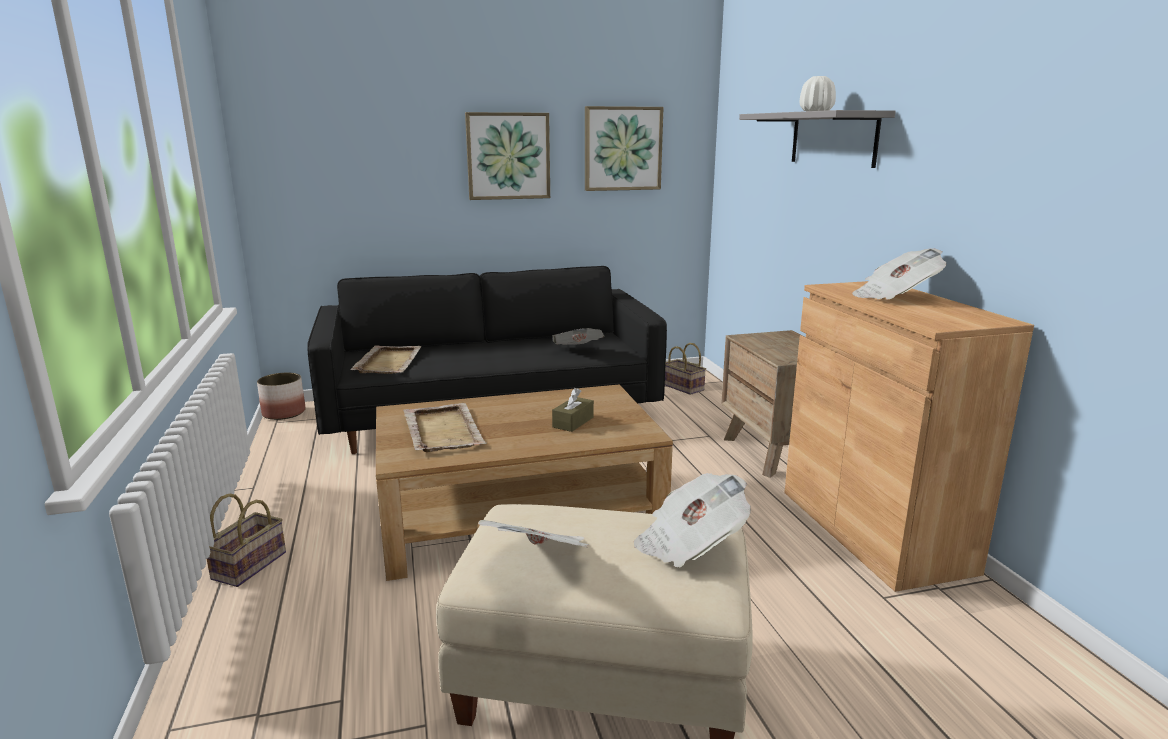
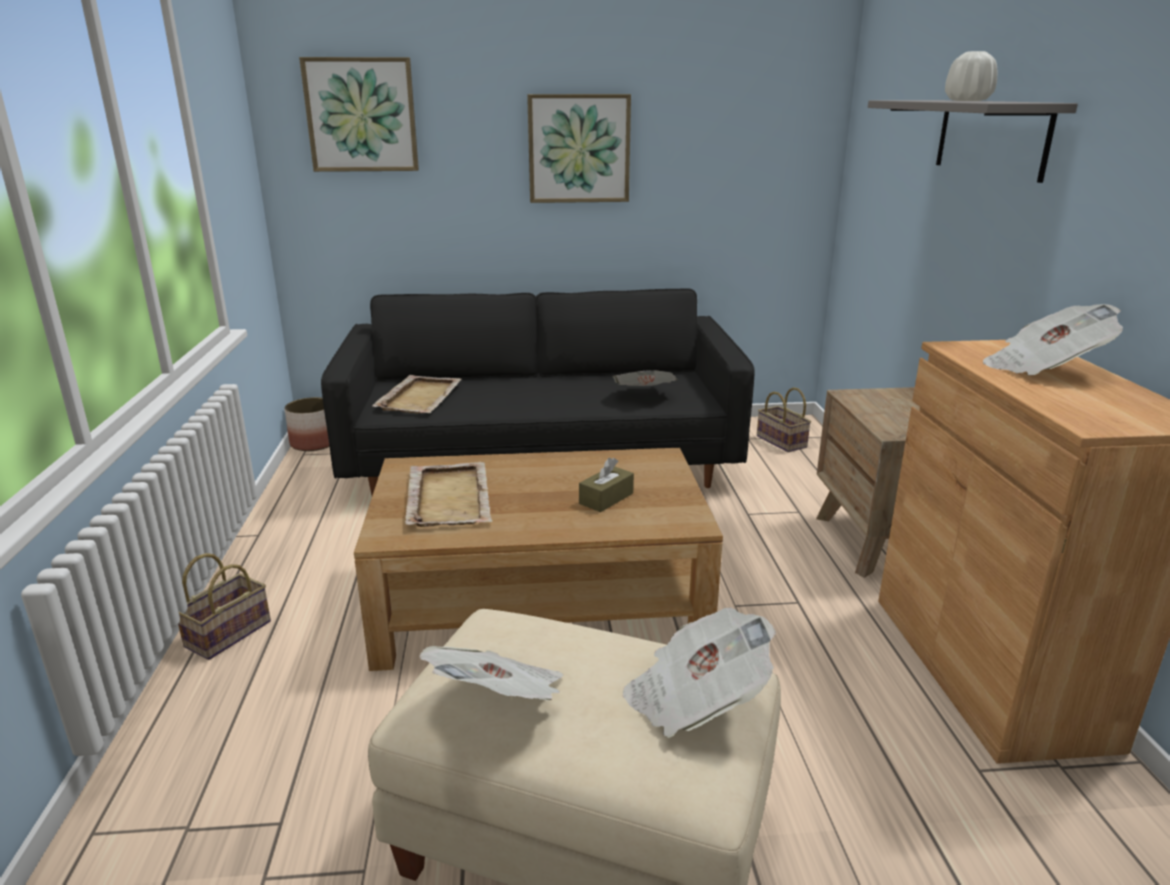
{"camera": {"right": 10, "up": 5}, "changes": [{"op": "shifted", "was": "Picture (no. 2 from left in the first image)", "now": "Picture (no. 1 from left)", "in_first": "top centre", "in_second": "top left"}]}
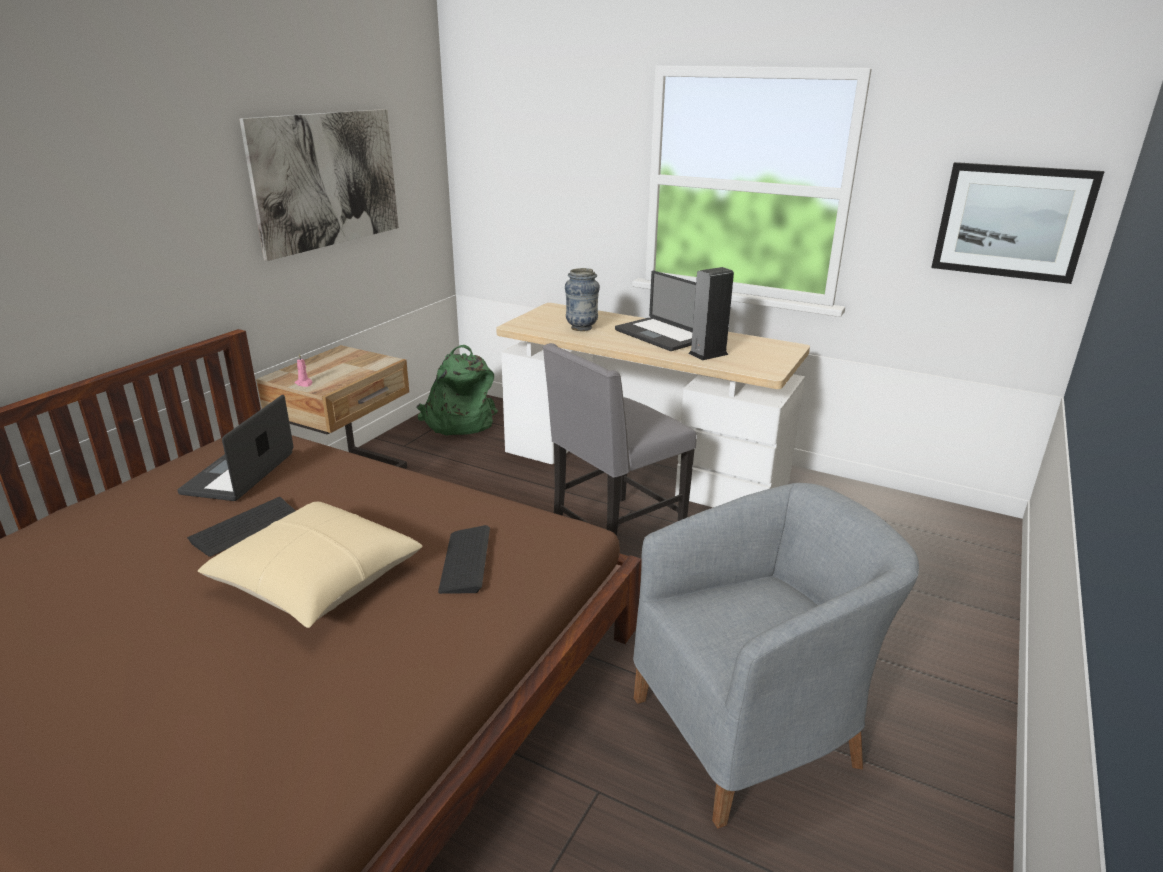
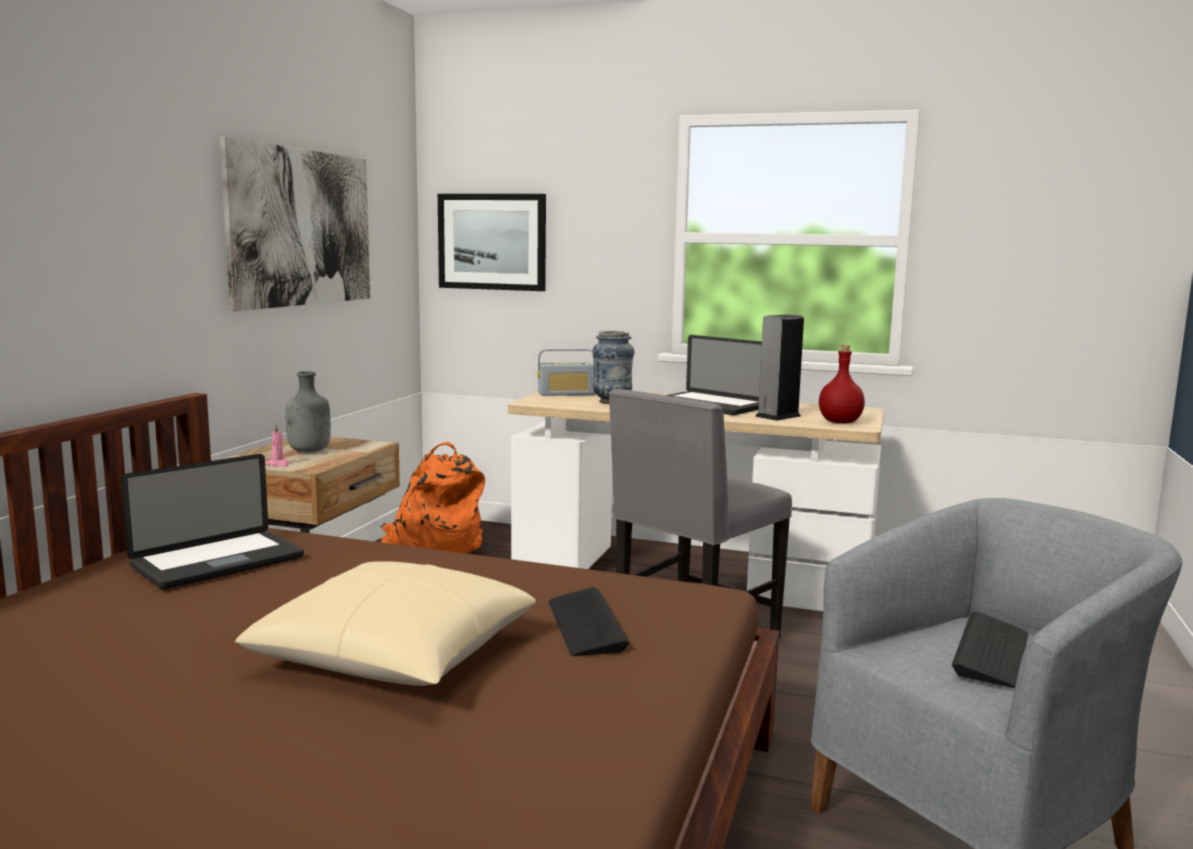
{"camera": {"right": -10, "up": -15}, "changes": [{"op": "shifted", "was": "Picture (no. 2 from left)", "in_first": "top right", "in_second": "top centre"}, {"op": "repainted", "was": "GreenishBackpack", "now": "OrangeBackpack", "in_first": "centre", "in_second": "centre"}, {"op": "rotated", "was": "Laptop (no. 1 from left)", "in_first": "middle left", "in_second": "middle left", "clockwise": -135}, {"op": "shifted", "was": "ComputerKeyboard (no. 1 from left in the first image)", "now": "ComputerKeyboard (no. 2 from left)", "in_first": "middle left", "in_second": "bottom right"}, {"op": "new", "now": "ReddishDrinkBottle", "in_second": "middle right"}, {"op": "new", "now": "RadioSet", "in_second": "centre"}, {"op": "new", "now": "GrayDrinkBottle", "in_second": "middle left"}]}
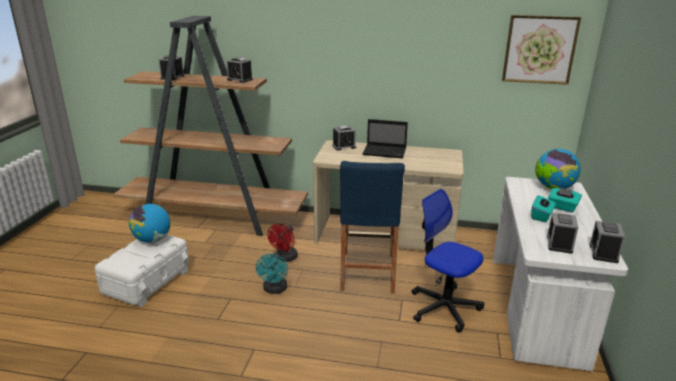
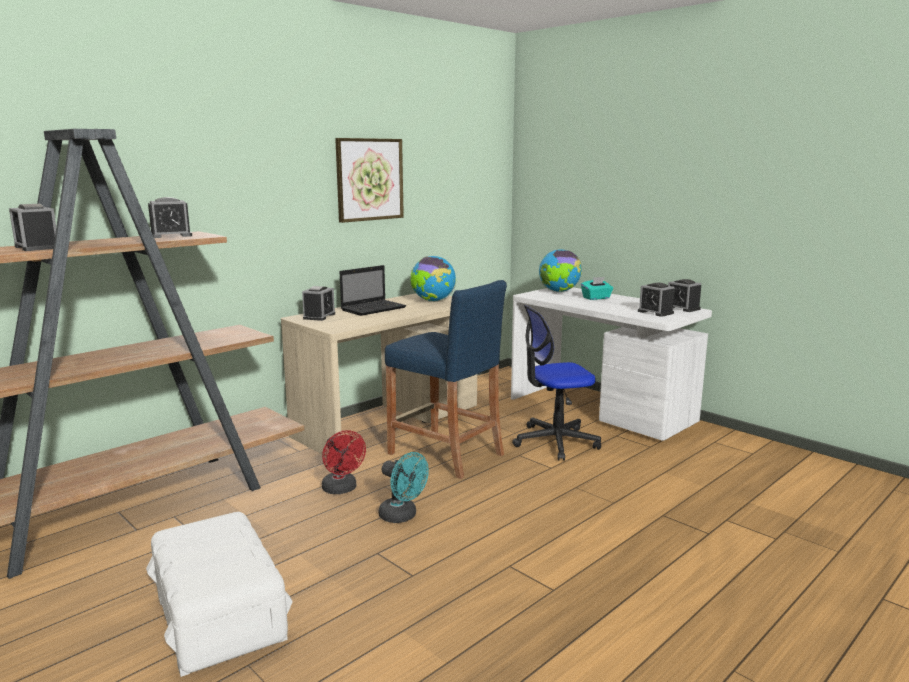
{"camera": {"right": -55, "up": -10}, "changes": [{"op": "shifted", "was": "Picture", "in_first": "top right", "in_second": "top centre"}, {"op": "gone", "was": "TurquoiseTissueBox (no. 1 from left)", "in_first": "middle right"}, {"op": "shifted", "was": "Globe (no. 1 from left)", "in_first": "middle left", "in_second": "centre"}]}
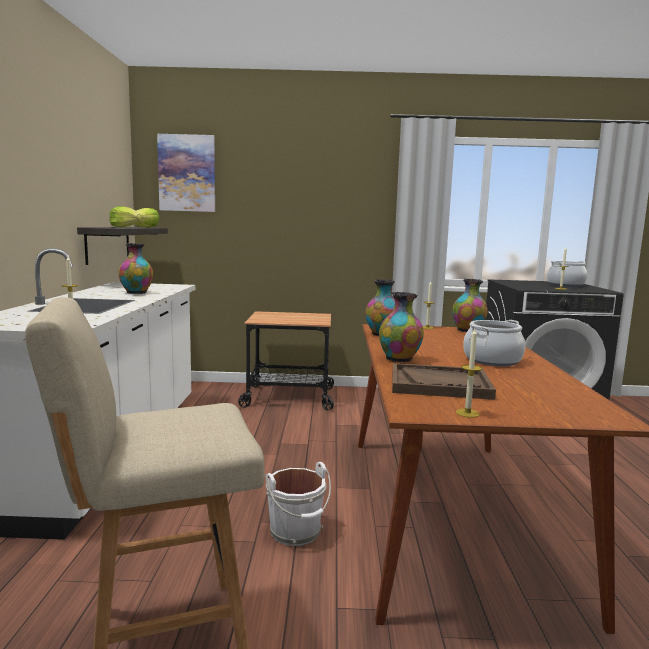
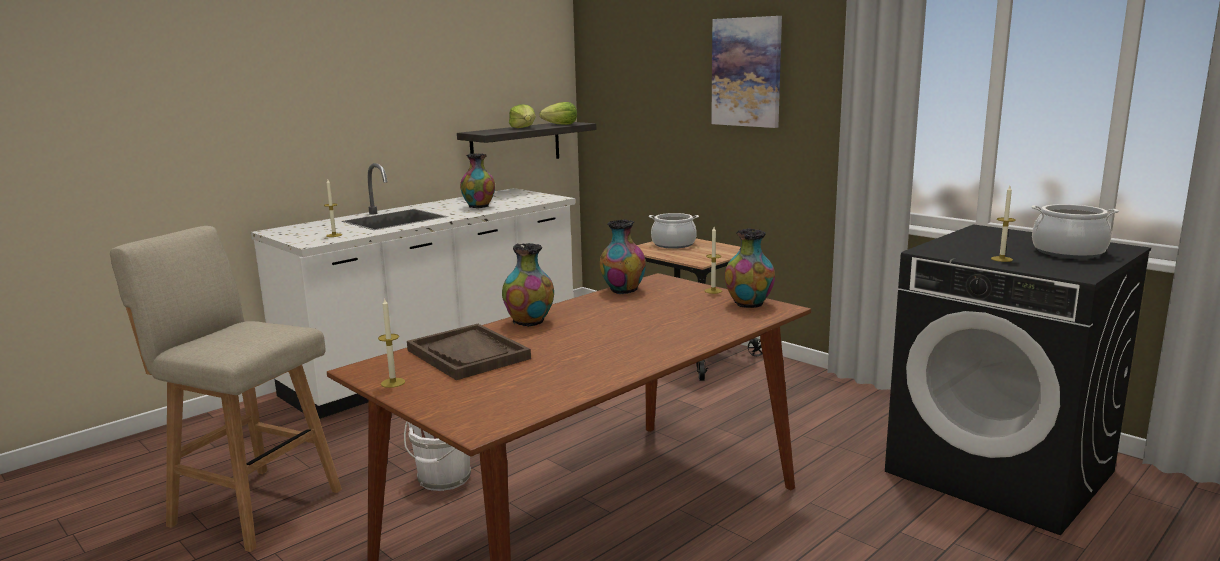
{"camera": {"right": 45, "up": 5}, "changes": [{"op": "shifted", "was": "Picture", "in_first": "top left", "in_second": "top centre"}, {"op": "shifted", "was": "Stockpot (no. 1 from left)", "in_first": "middle right", "in_second": "centre"}]}
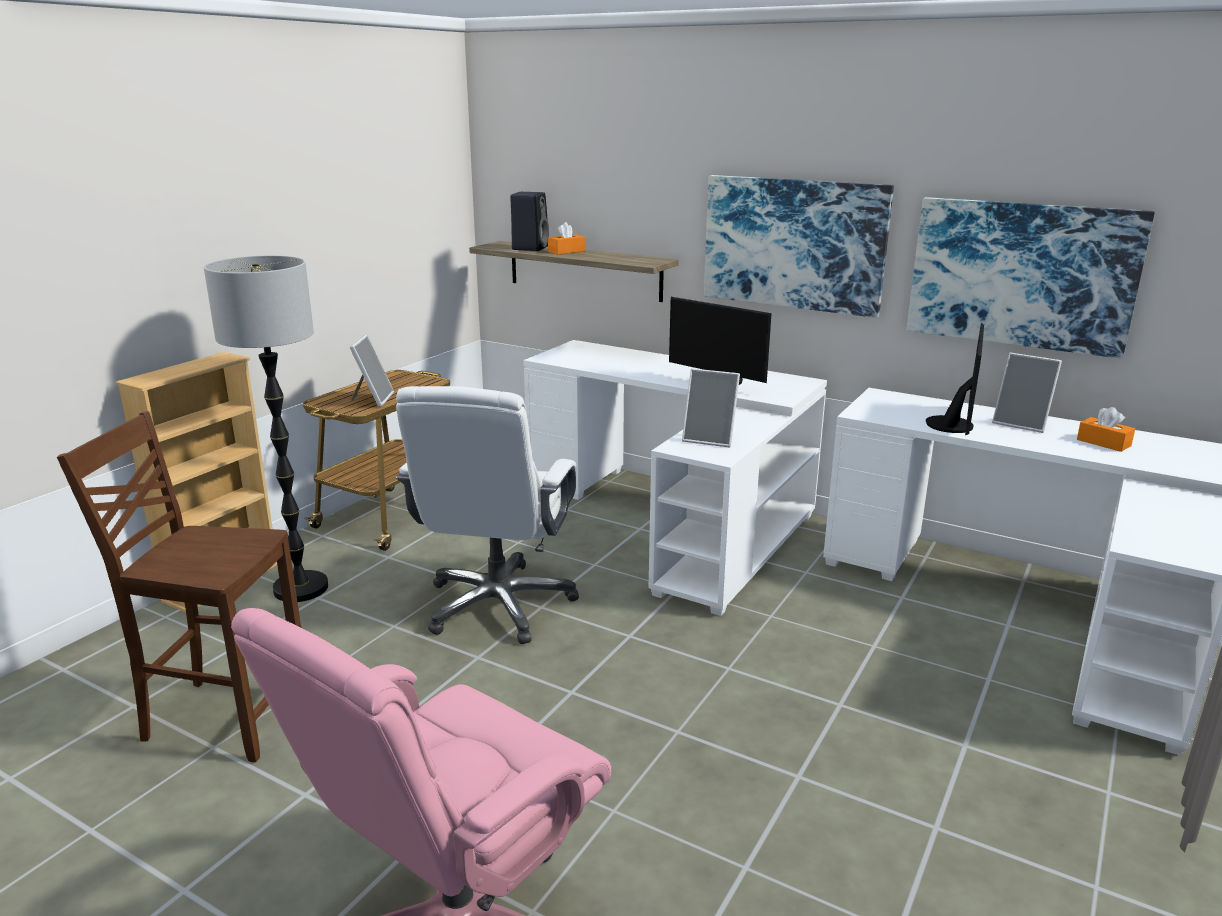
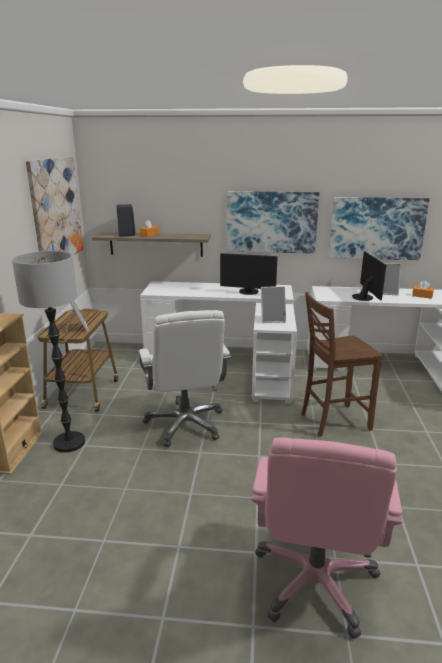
{"camera": {"right": -25, "up": 0}, "changes": [{"op": "shifted", "was": "BrownUprightChair", "in_first": "middle left", "in_second": "middle right"}, {"op": "new", "now": "Picture (no. 1 from left)", "in_second": "top left"}]}
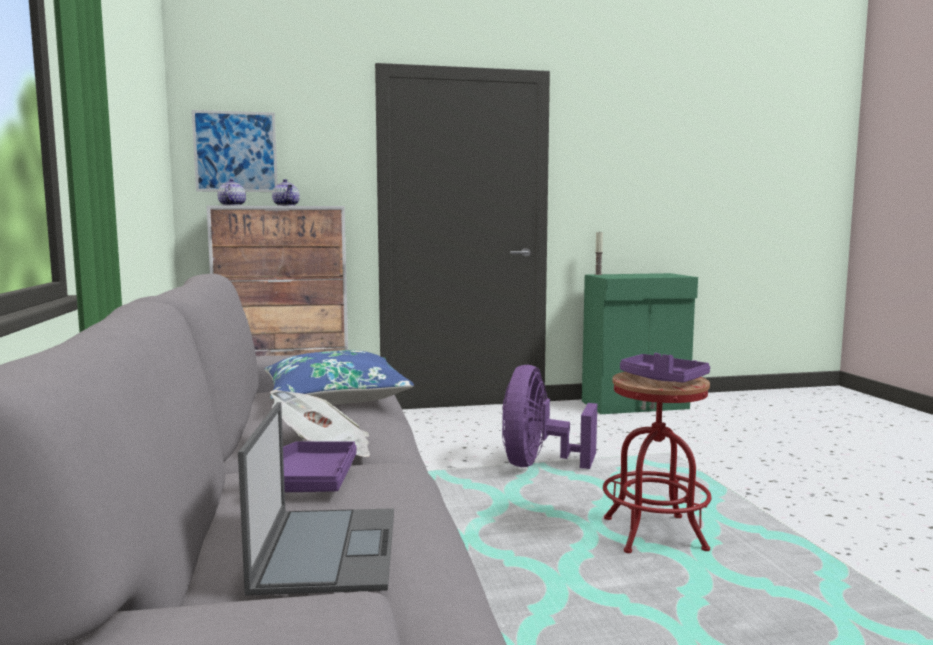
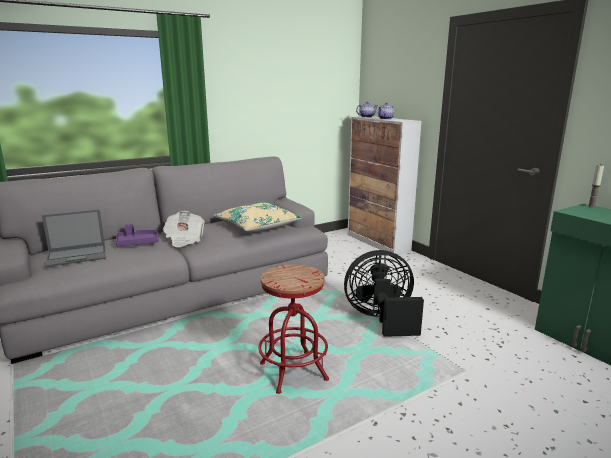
{"camera": {"right": 70, "up": 10}, "changes": [{"op": "gone", "was": "Picture", "in_first": "top left"}, {"op": "repainted", "was": "BlueColouredThrowPillow", "now": "SandColouredThrowPillow", "in_first": "centre", "in_second": "centre"}, {"op": "gone", "was": "PurpleCarryingTray (no. 2 from left)", "in_first": "middle right"}, {"op": "repainted", "was": "PurpleFan", "now": "BlackishFan", "in_first": "centre", "in_second": "centre"}]}
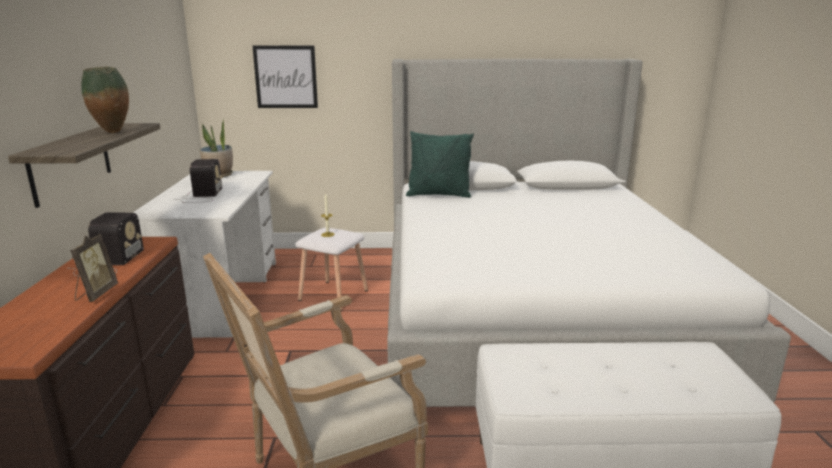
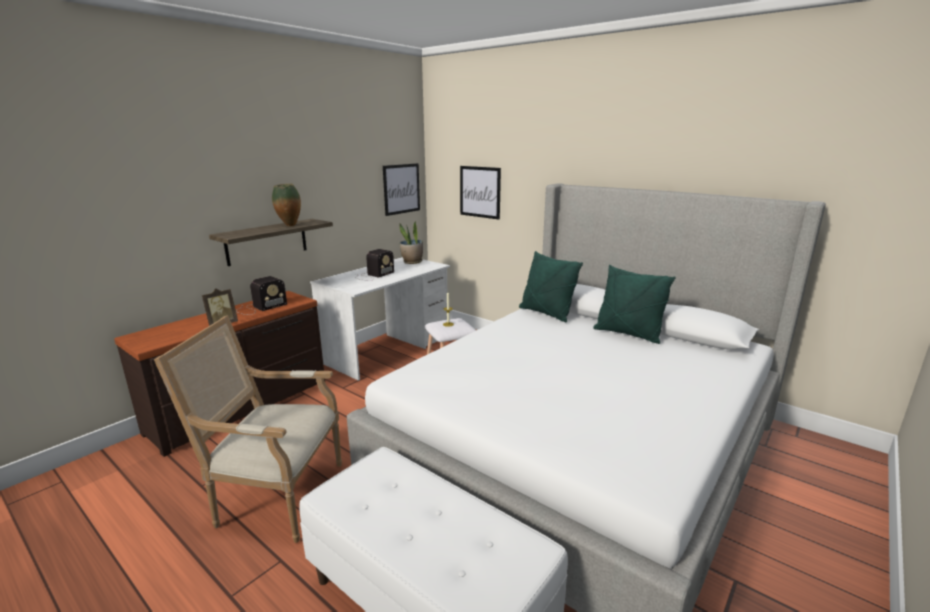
{"camera": {"right": 40, "up": 0}, "changes": [{"op": "new", "now": "Picture (no. 1 from left)", "in_second": "top centre"}, {"op": "new", "now": "GreenishThrowPillow (no. 2 from left)", "in_second": "middle right"}]}
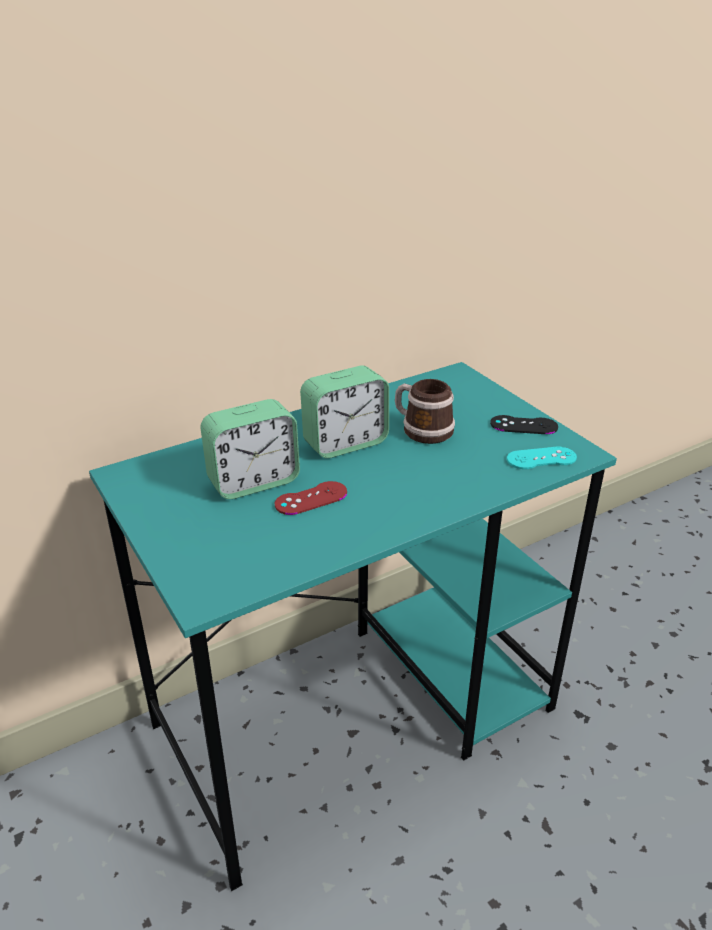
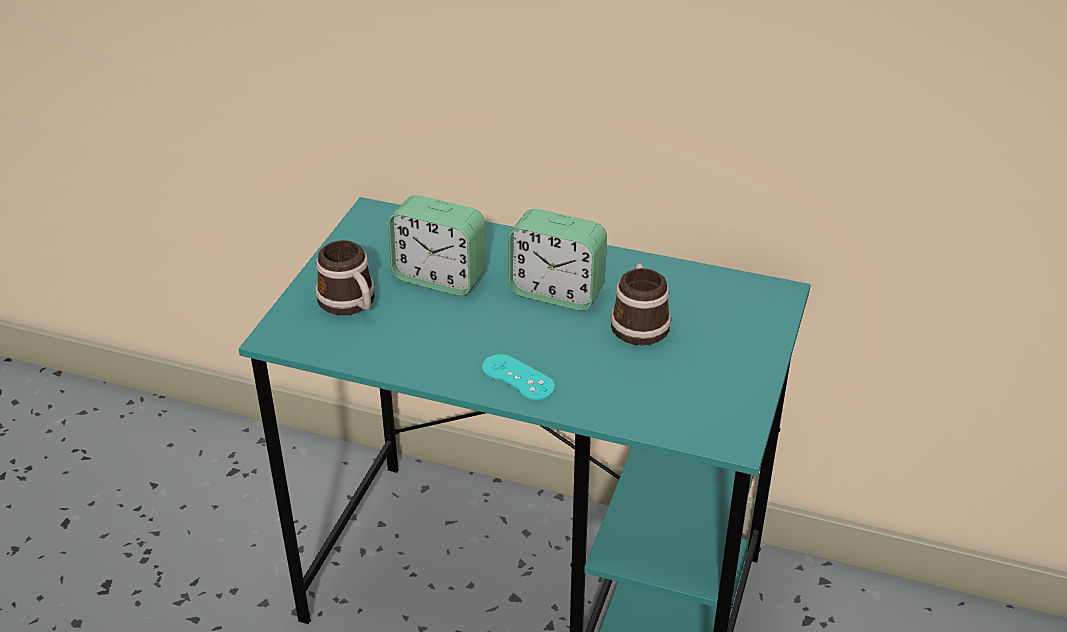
{"camera": {"right": 50, "up": 5}, "changes": [{"op": "gone", "was": "BlackishGameController", "in_first": "middle right"}, {"op": "shifted", "was": "TurquoiseGameController", "in_first": "middle right", "in_second": "centre"}, {"op": "gone", "was": "ReddishGameController", "in_first": "centre"}, {"op": "new", "now": "TeaMug (no. 1 from left)", "in_second": "middle left"}]}
